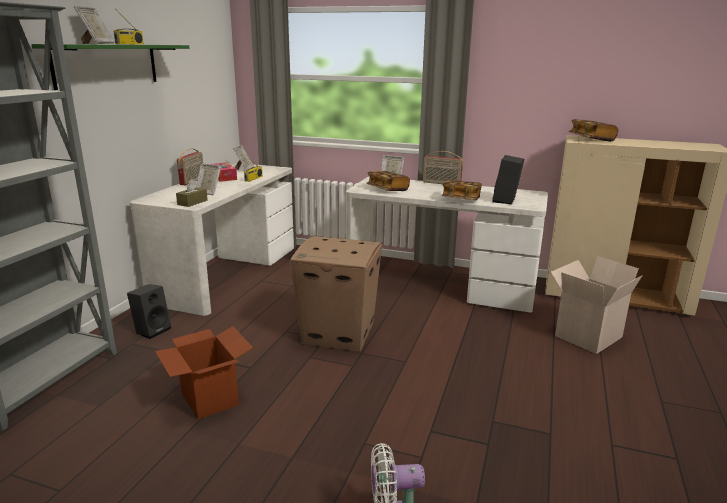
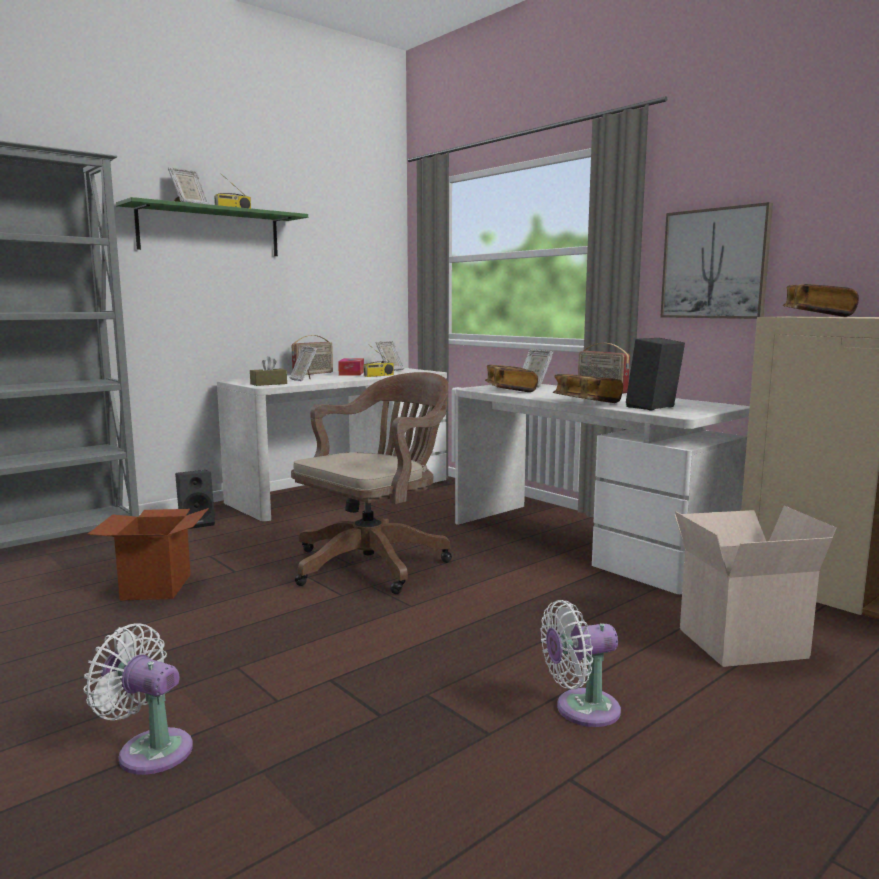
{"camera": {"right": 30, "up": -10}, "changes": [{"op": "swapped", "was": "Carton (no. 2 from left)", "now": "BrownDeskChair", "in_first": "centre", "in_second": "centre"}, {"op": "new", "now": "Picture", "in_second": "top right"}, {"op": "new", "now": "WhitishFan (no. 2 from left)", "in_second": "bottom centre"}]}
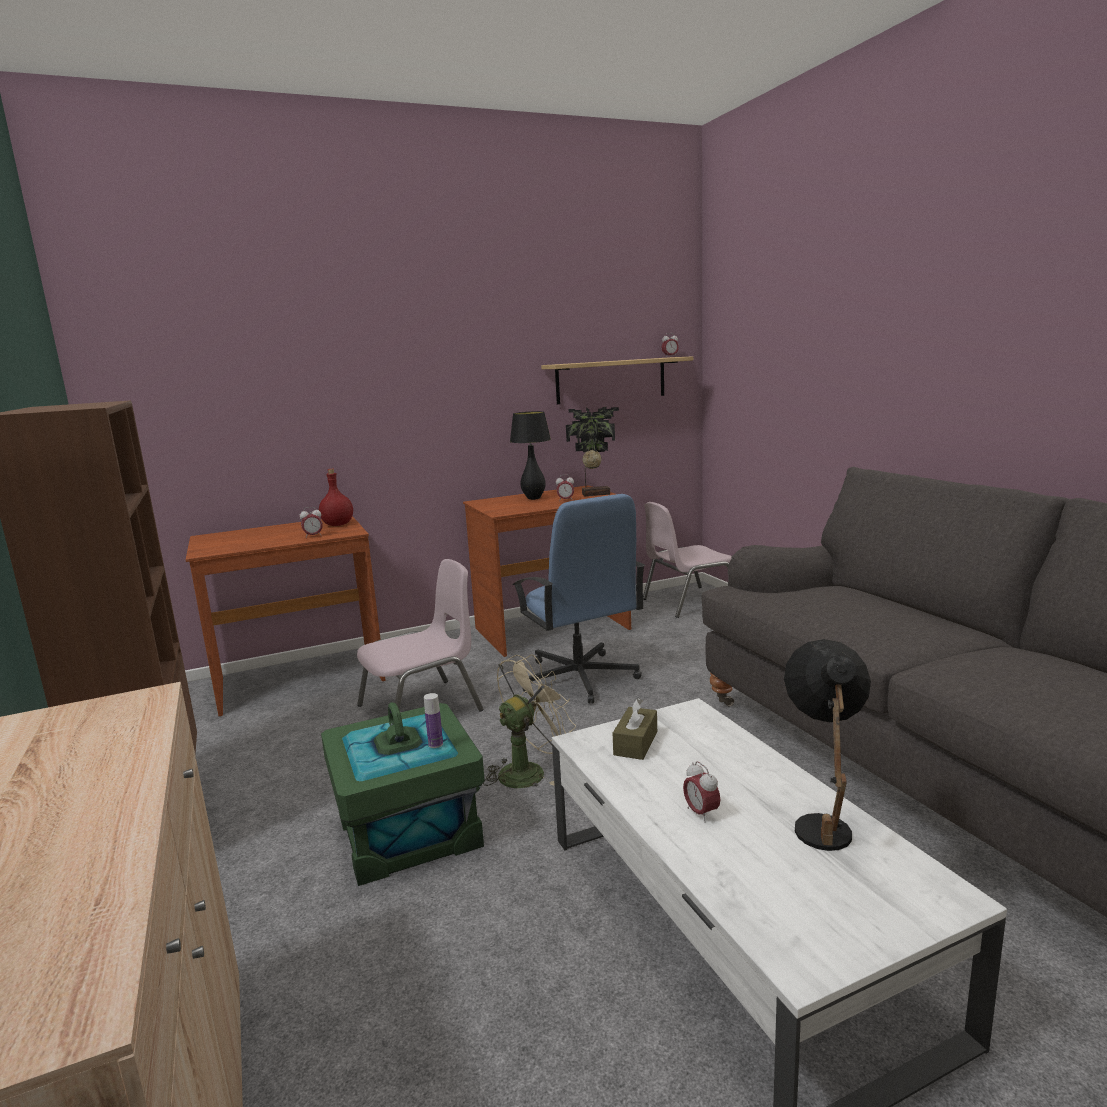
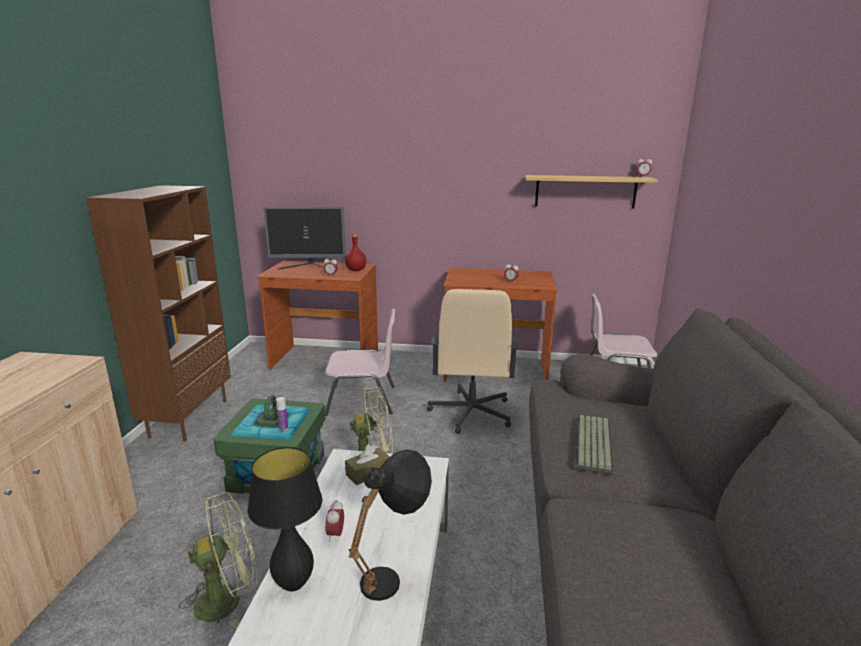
{"camera": {"right": 30, "up": 5}, "changes": [{"op": "gone", "was": "Houseplant", "in_first": "centre"}, {"op": "shifted", "was": "BlackishTableLamp (no. 1 from left)", "in_first": "centre", "in_second": "bottom left"}, {"op": "repainted", "was": "BlueColouredDeskChair", "now": "SandColouredDeskChair", "in_first": "centre", "in_second": "centre"}, {"op": "new", "now": "ComputerScreen", "in_second": "centre"}, {"op": "new", "now": "ComputerKeyboard", "in_second": "bottom right"}, {"op": "new", "now": "GreenishFan", "in_second": "bottom left"}]}
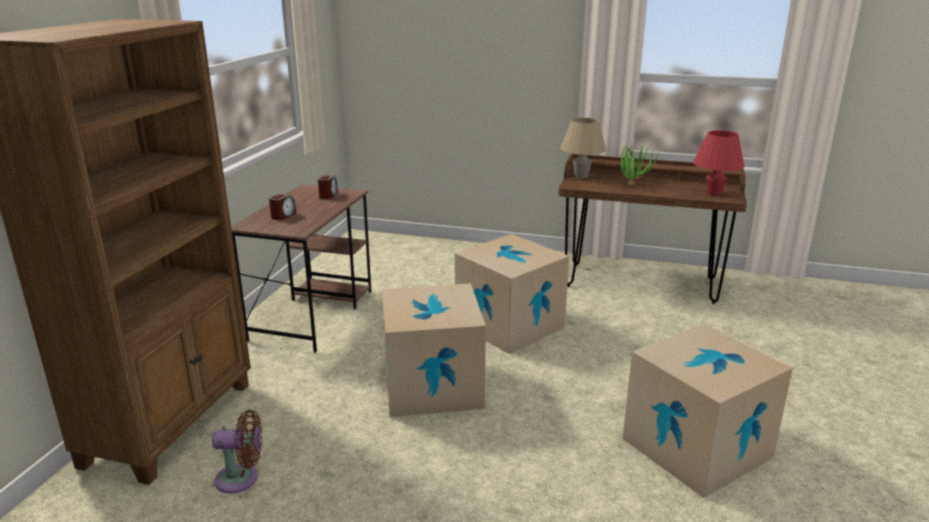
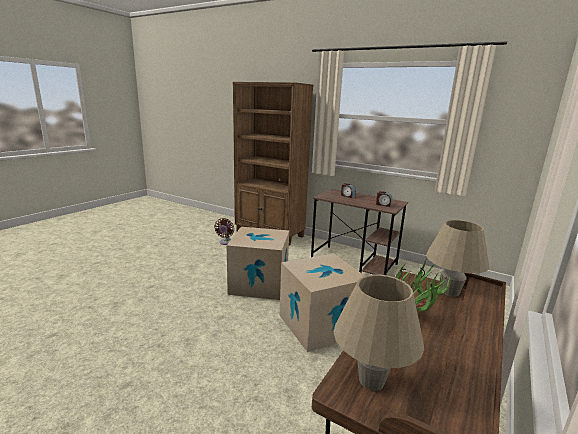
{"camera": {"right": 105, "up": -5}, "changes": [{"op": "repainted", "was": "ReddishTableLamp", "now": "SandColouredTableLamp (no. 1 from left)", "in_first": "top right", "in_second": "bottom centre"}, {"op": "gone", "was": "Carton (no. 3 from left)", "in_first": "bottom right"}]}
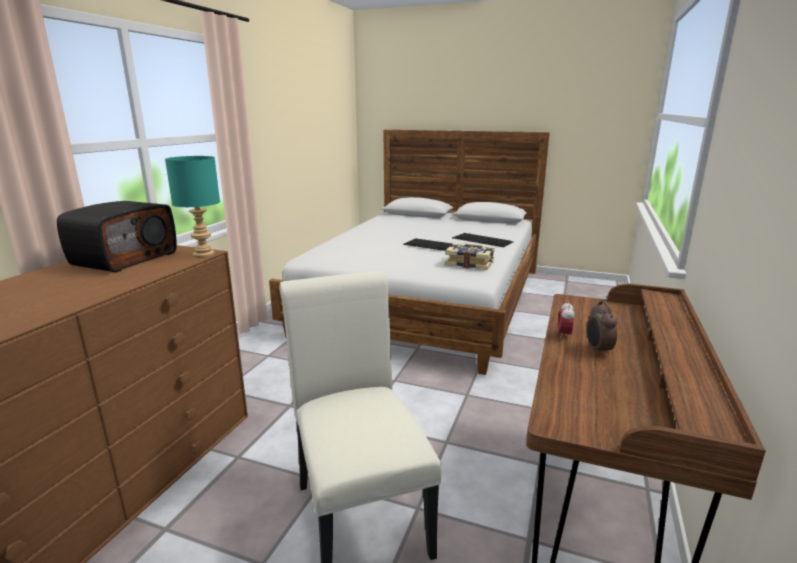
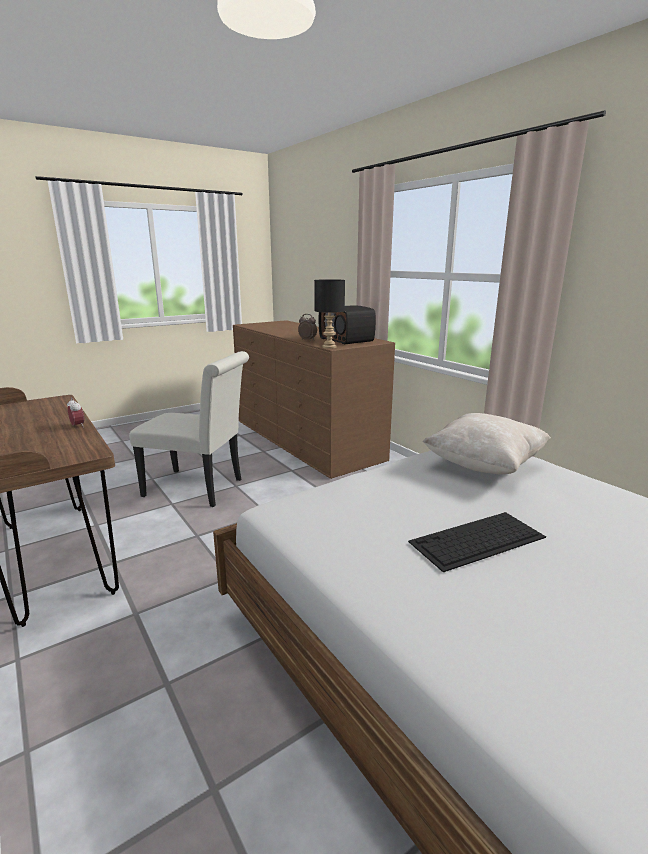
{"camera": {"right": 125, "up": 0}, "changes": [{"op": "repainted", "was": "TurquoiseTableLamp", "now": "BlackishTableLamp", "in_first": "middle left", "in_second": "centre"}, {"op": "gone", "was": "ComputerKeyboard (no. 2 from left)", "in_first": "centre"}, {"op": "gone", "was": "Book", "in_first": "centre"}, {"op": "shifted", "was": "TableClock (no. 2 from left)", "in_first": "middle right", "in_second": "centre"}, {"op": "new", "now": "SandColouredThrowPillow", "in_second": "middle right"}]}
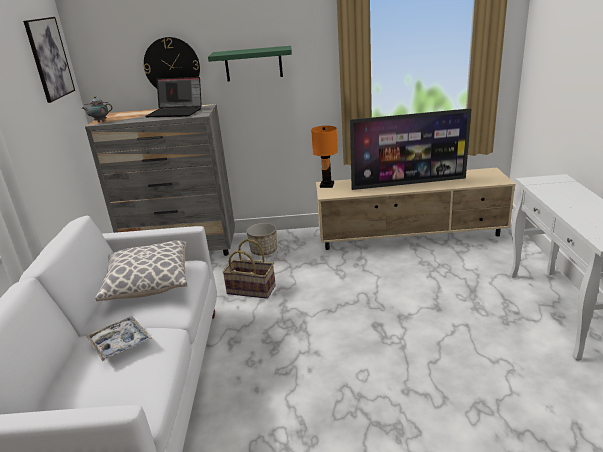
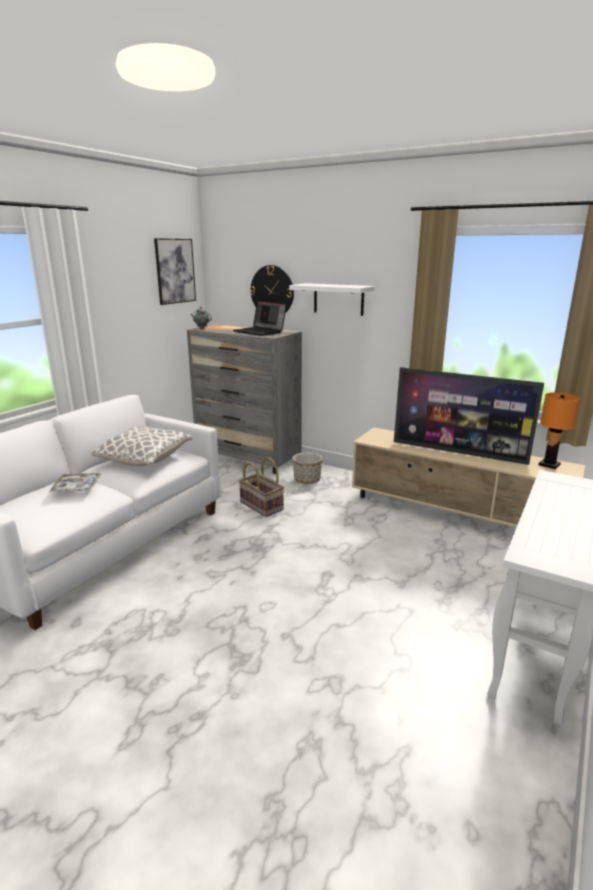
{"camera": {"right": 30, "up": -5}, "changes": [{"op": "repainted", "was": "GreenishBracketShelf", "now": "WhitishBracketShelf", "in_first": "top centre", "in_second": "centre"}, {"op": "shifted", "was": "OrangeTableLamp", "in_first": "centre", "in_second": "middle right"}]}
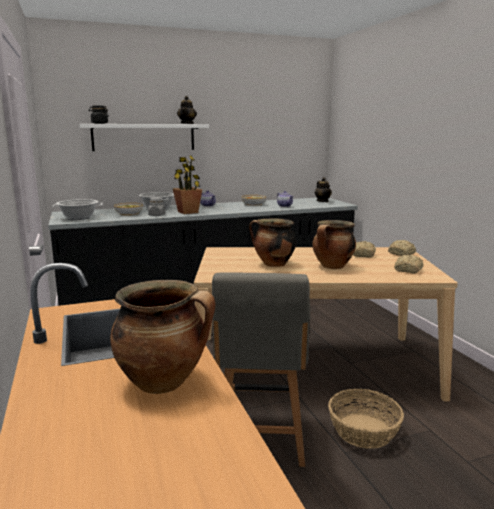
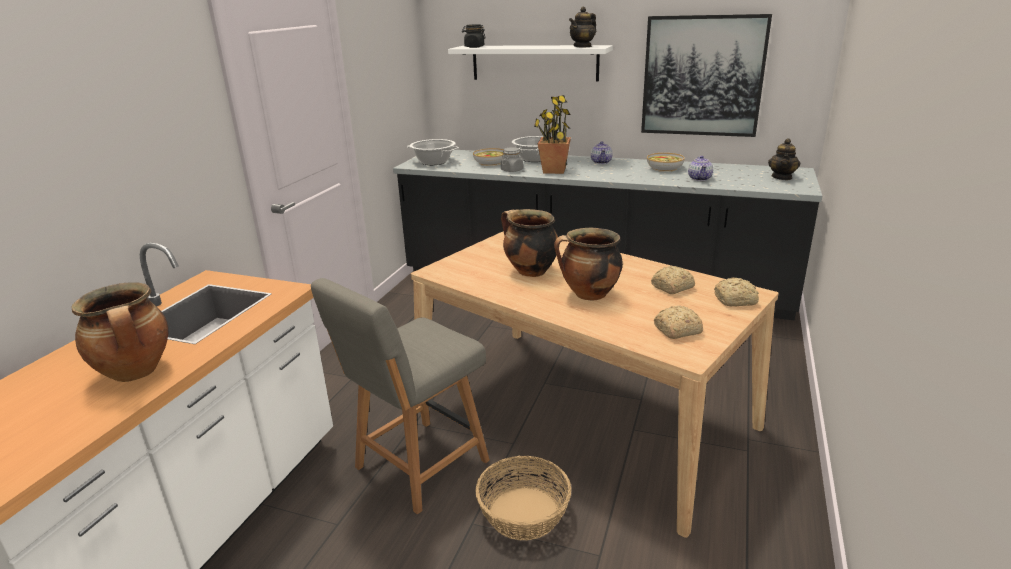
{"camera": {"right": 40, "up": 10}, "changes": [{"op": "new", "now": "Picture", "in_second": "top right"}]}
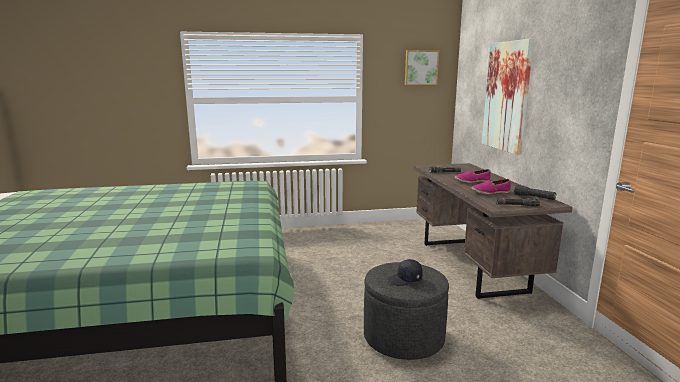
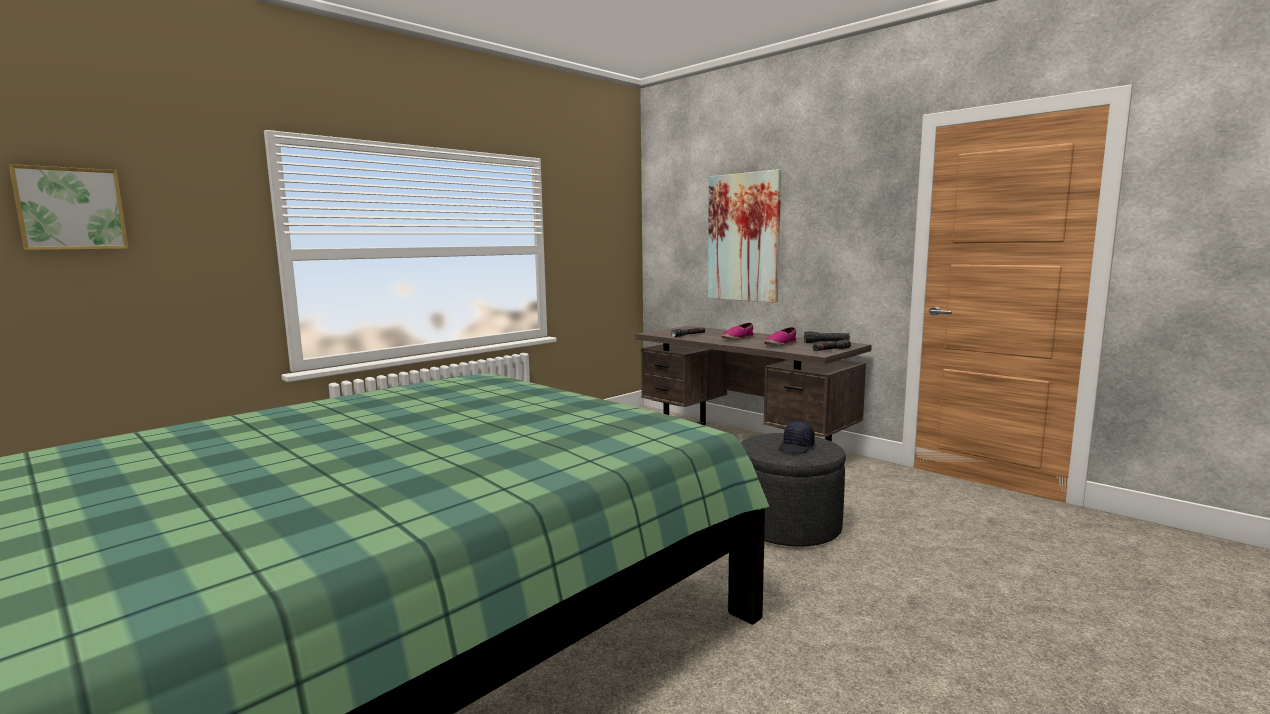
{"camera": {"right": -35, "up": -5}, "changes": [{"op": "shifted", "was": "Picture (no. 1 from left)", "in_first": "top centre", "in_second": "top left"}]}
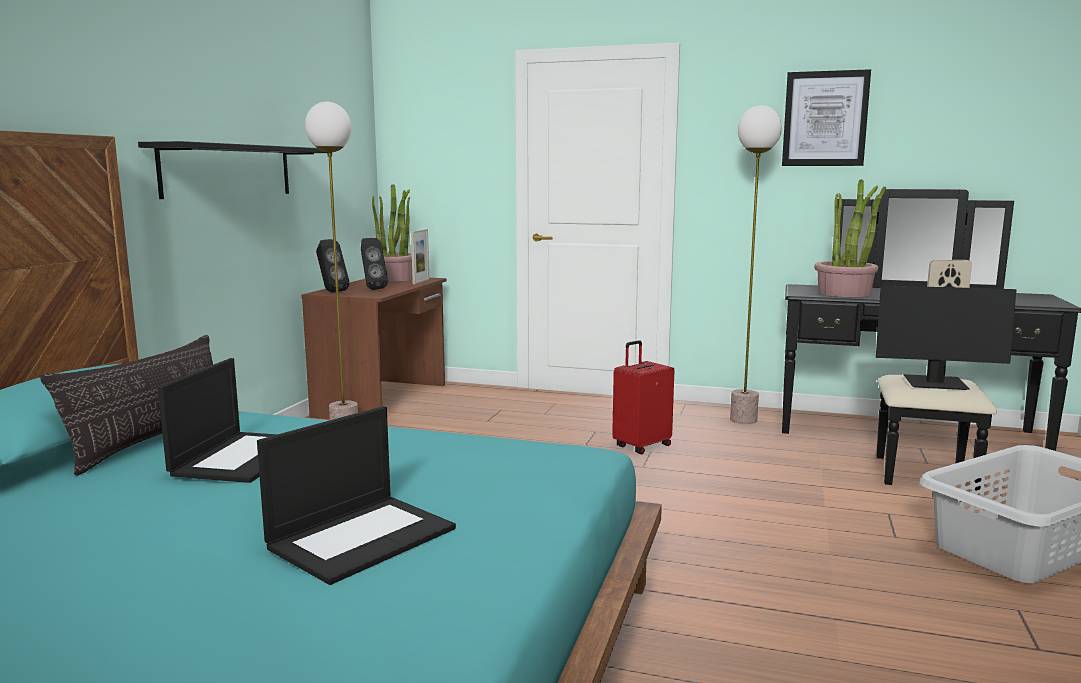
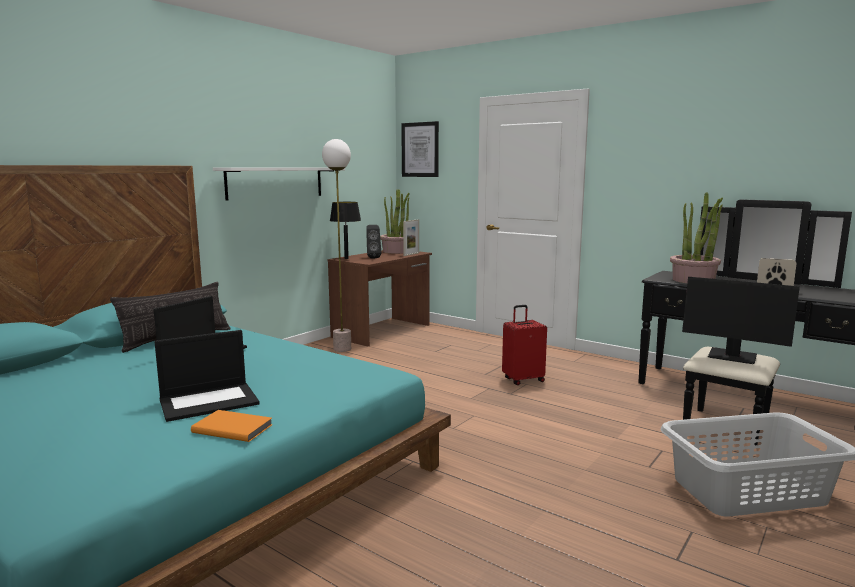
{"camera": {"right": 20, "up": 0}, "changes": [{"op": "shifted", "was": "Picture", "in_first": "top right", "in_second": "top centre"}, {"op": "gone", "was": "FloorLamp (no. 2 from left)", "in_first": "middle right"}, {"op": "repainted", "was": "BlackishBracketShelf", "now": "WhitishBracketShelf", "in_first": "top left", "in_second": "top left"}, {"op": "swapped", "was": "BlackishSpeaker (no. 1 from left)", "now": "BlackishTableLamp", "in_first": "middle left", "in_second": "centre"}, {"op": "new", "now": "OrangeBook", "in_second": "bottom left"}]}
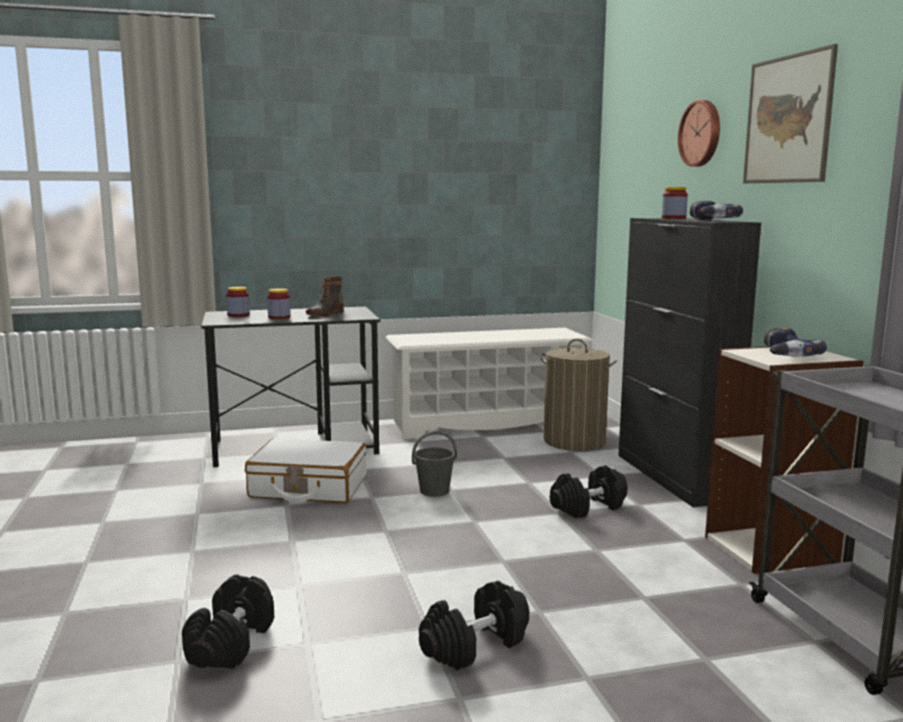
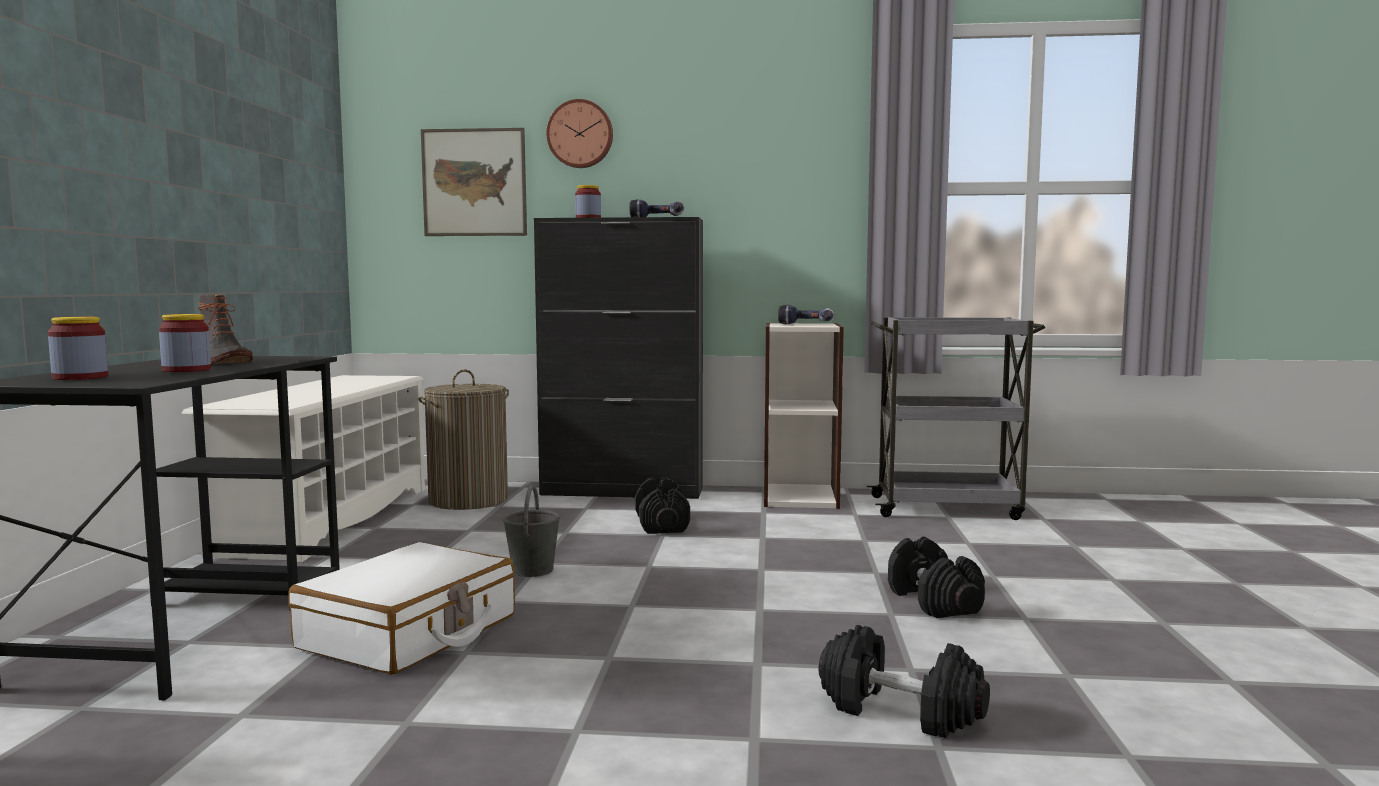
{"camera": {"right": -70, "up": -5}, "changes": [{"op": "shifted", "was": "Picture", "in_first": "top right", "in_second": "top centre"}]}
